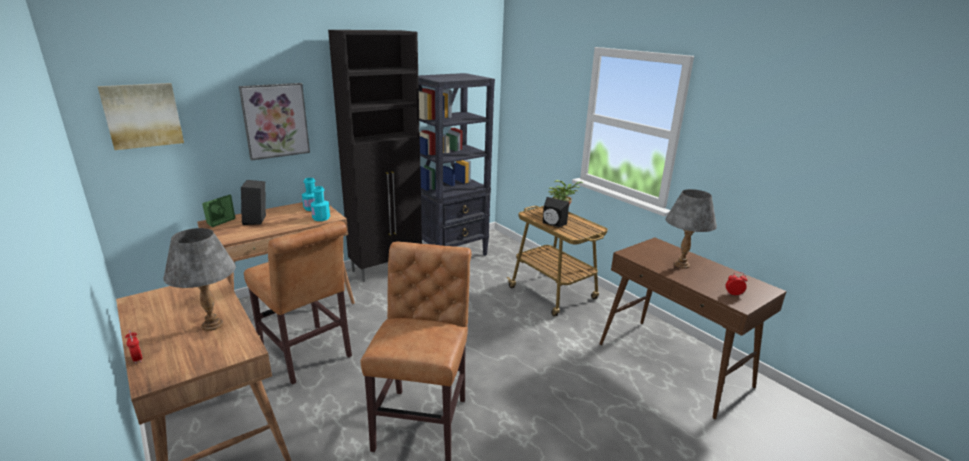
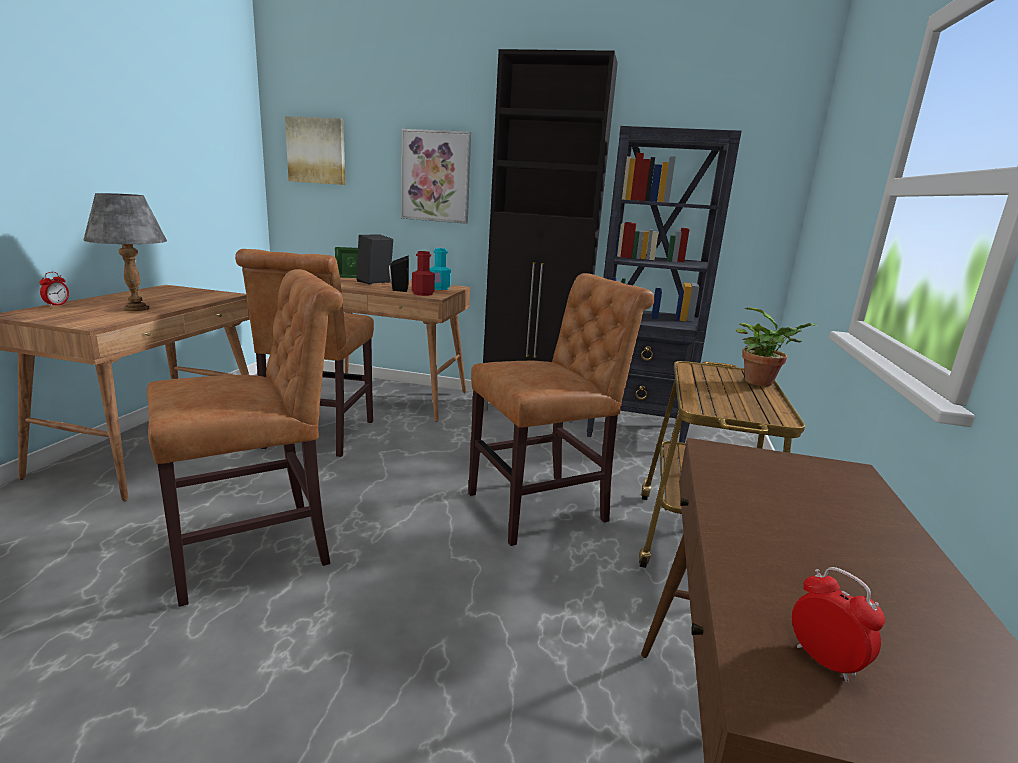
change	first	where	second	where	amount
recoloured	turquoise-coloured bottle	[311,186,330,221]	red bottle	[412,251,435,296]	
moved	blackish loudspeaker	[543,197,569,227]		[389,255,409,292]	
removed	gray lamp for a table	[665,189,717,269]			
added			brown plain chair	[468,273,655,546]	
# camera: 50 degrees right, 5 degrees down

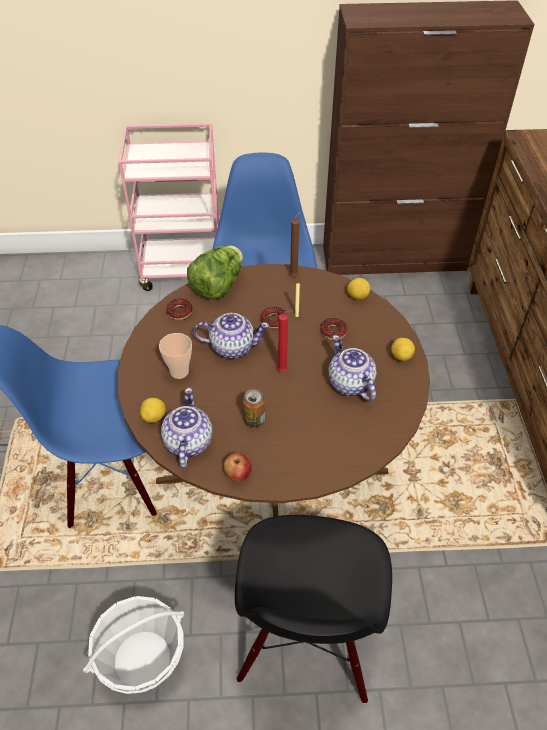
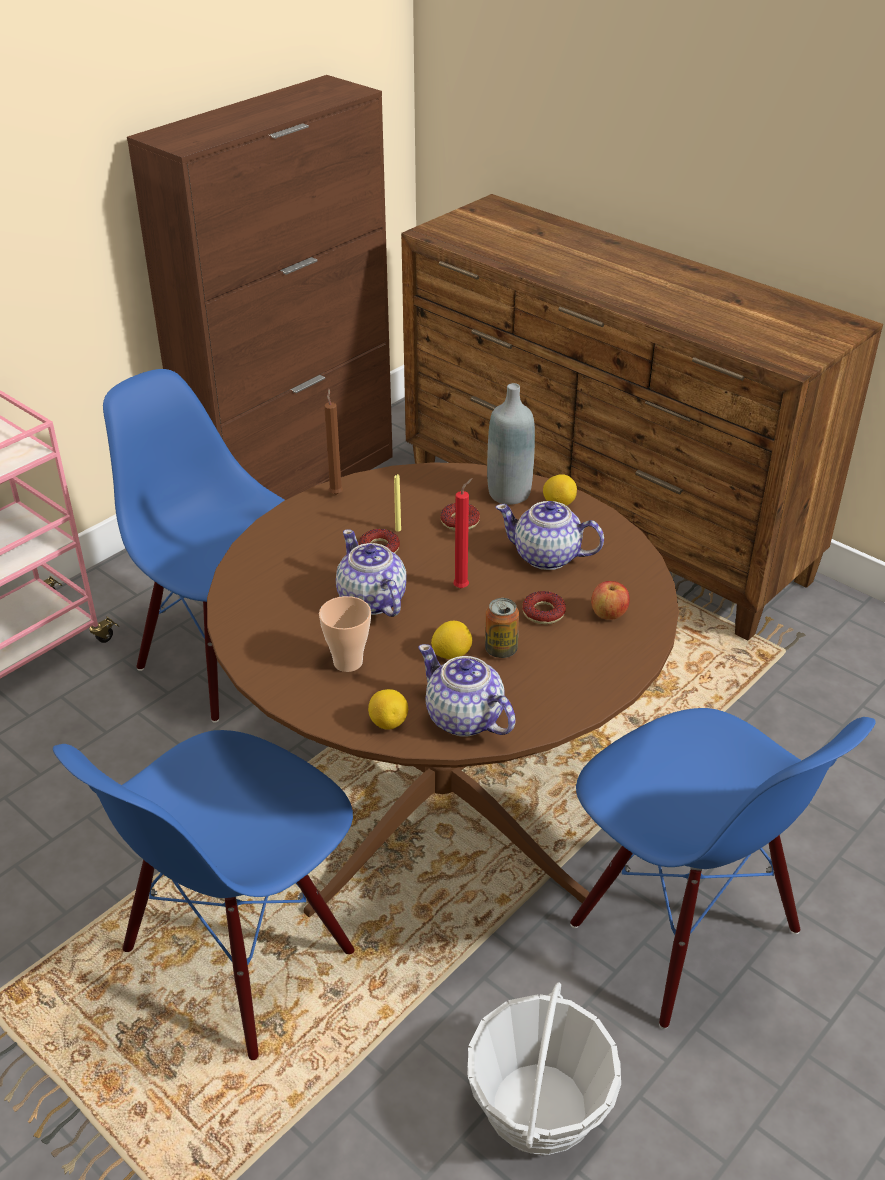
change	first	where	second	where	amount
moved	doughnut	[166,299,193,320]		[522,591,566,624]	
removed	lettuce	[187,246,243,299]			
turned	teapot	[194,313,269,358]		[336,529,407,617]	75 degrees counterclockwise
moved	whole apple	[224,453,252,482]		[591,581,630,620]	
recoloured	blackish plain chair	[235,515,392,704]	blue plain chair	[570,708,876,1029]	
moved	whole lemon	[347,278,370,300]		[431,621,472,659]	
added			gray bottle	[487,383,535,505]	
# camera: 45 degrees left, 10 degrees down

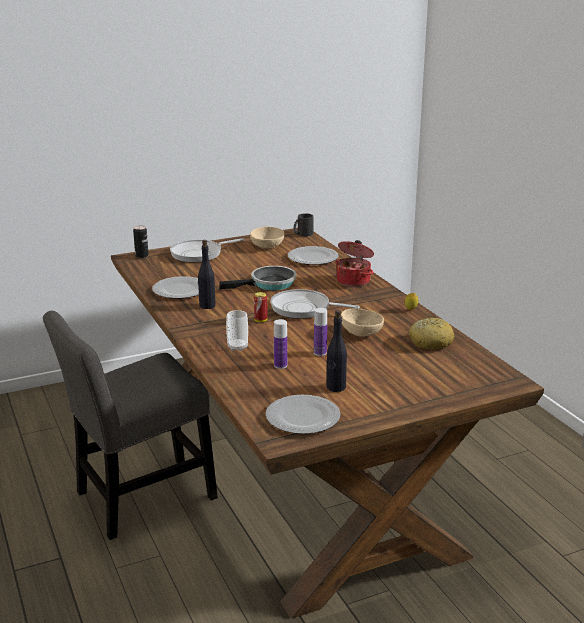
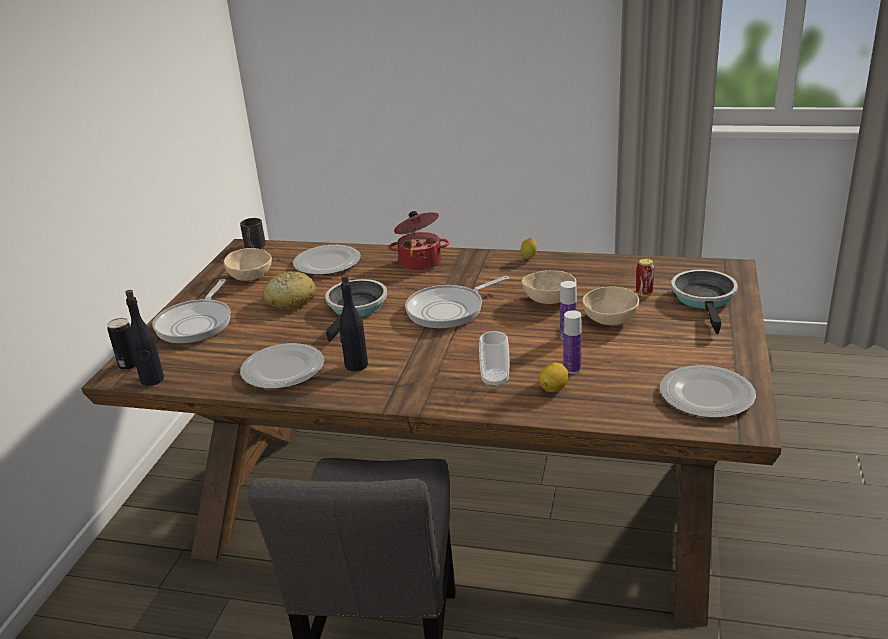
change	first	where	second	where	amount
moved	can	[254,292,268,322]		[636,258,654,297]	
moved	blackish bottle	[327,310,347,392]		[125,290,164,386]	
moved	bakery bread	[409,318,455,350]		[263,271,316,310]	
added			whole lemon	[539,362,569,392]	
added			beige-coloured bowl	[582,286,639,325]	
added			pan	[671,270,738,334]	
# camera: 50 degrees left, 5 degrees up

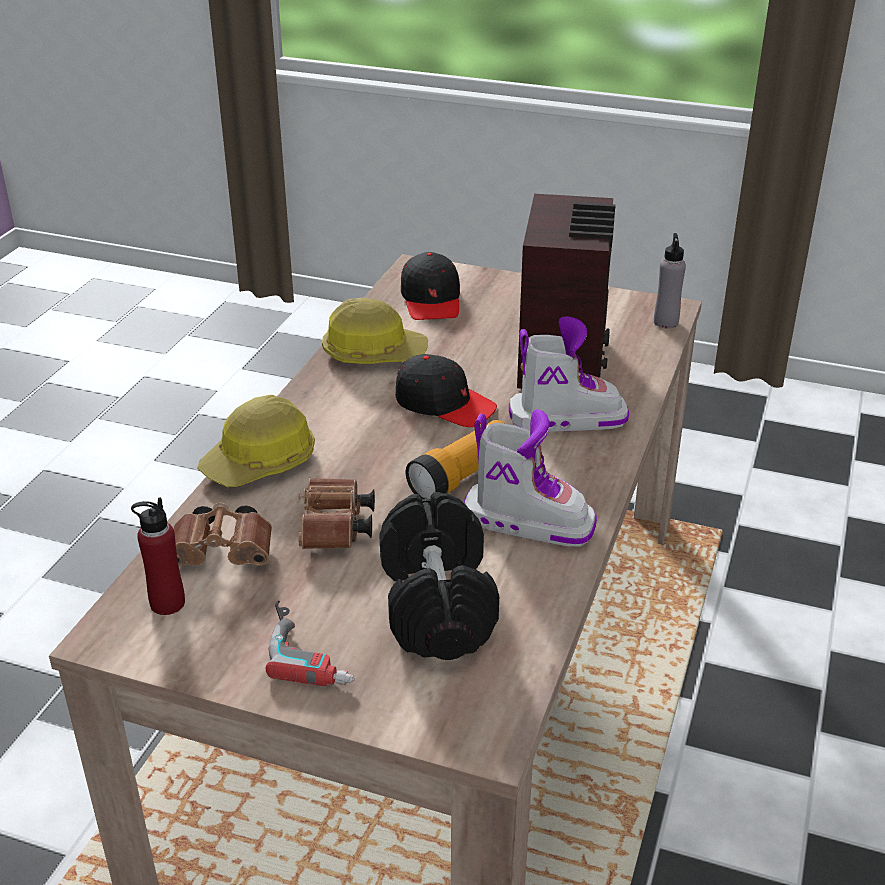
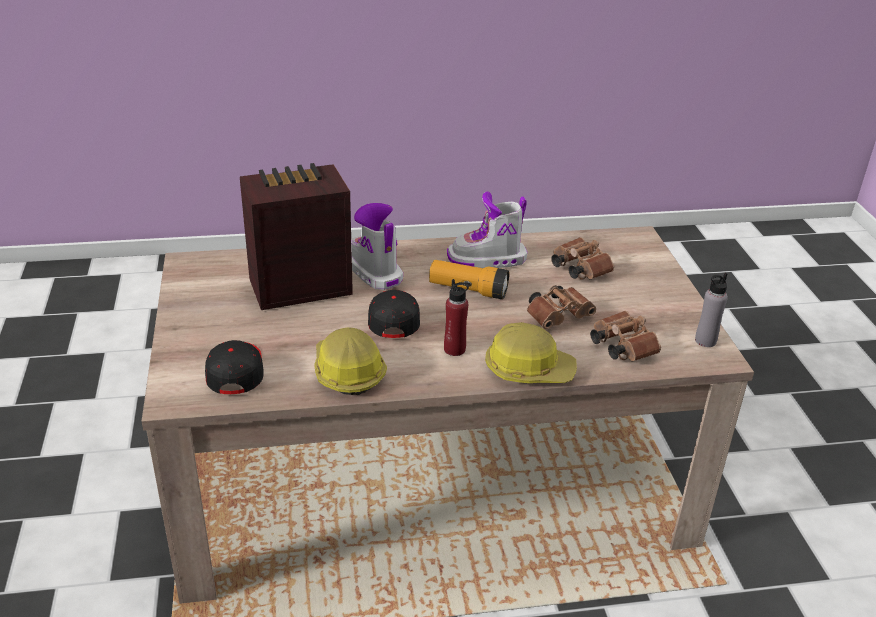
change	first	where	second	where	amount
moved	red bottle	[131,497,185,615]		[444,279,469,356]	
removed	drill	[266,600,355,686]			
replaced	blackish dumbbell	[379,492,499,660]	brown pair of binoculars	[551,237,614,280]	
turned	blackish peaked cap	[401,252,460,320]		[205,340,264,394]	60 degrees counterclockwise
turned	high-top boot	[464,409,597,547]		[447,192,527,268]	90 degrees counterclockwise
moved	gray bottle	[654,233,686,328]		[695,273,728,347]	
# camera: 120 degrees left, 0 degrees up

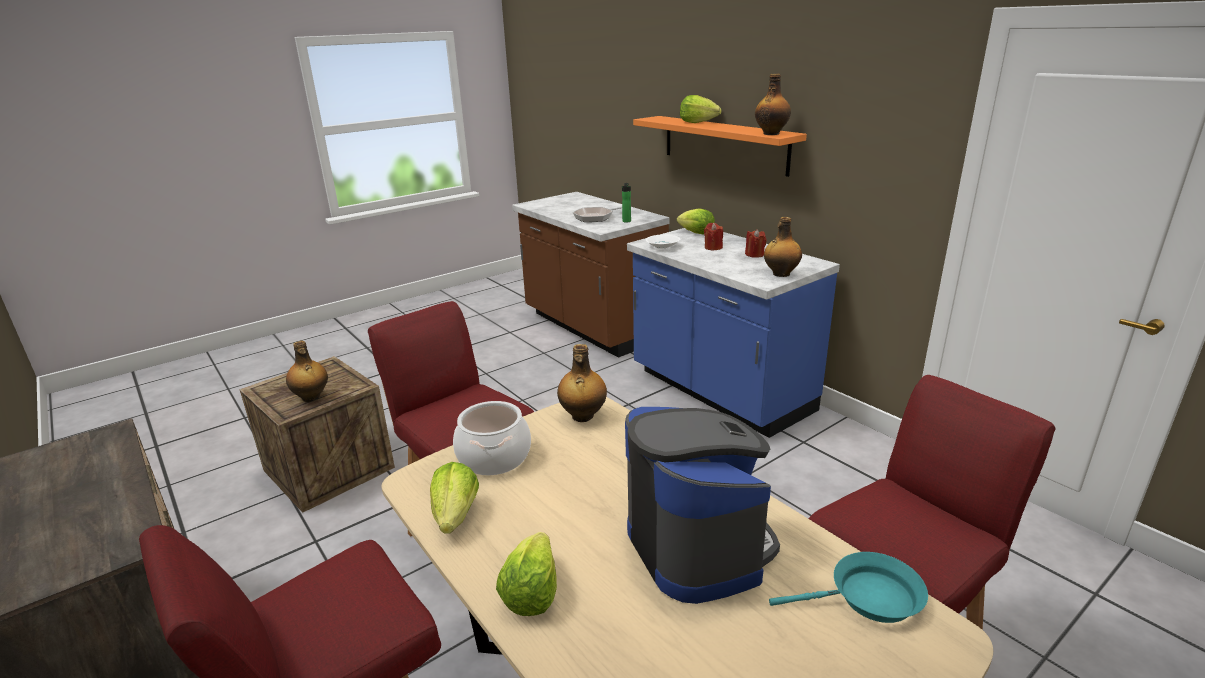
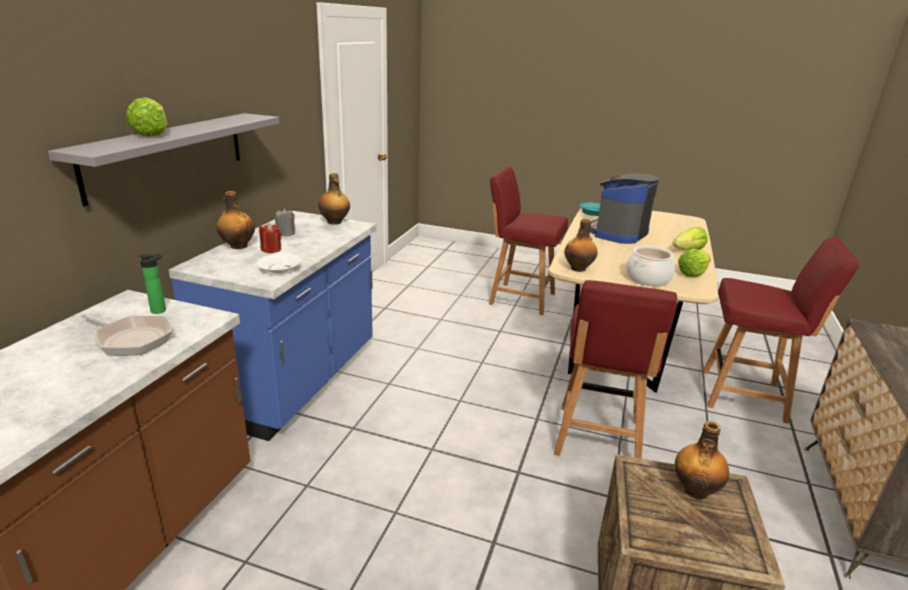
change	first	where	second	where	amount
recoloured	orange-coloured shelf	[633,116,807,177]	gray shelf	[48,113,279,206]	
removed	lettuce	[677,208,715,234]			
recoloured	red wax candle	[745,229,767,258]	gray wax candle	[275,209,295,236]	
moved	bottle	[755,74,791,135]		[217,191,255,249]	
# camera: 125 degrees left, 0 degrees up

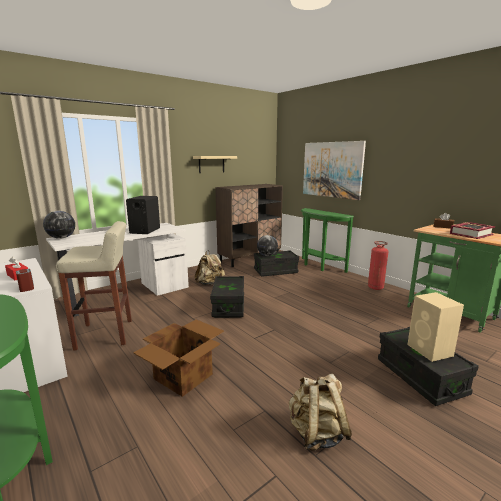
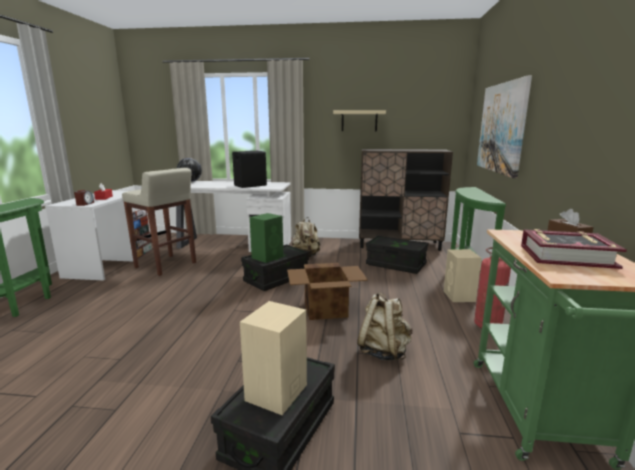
change	first	where	second	where	amount
moved	packing box	[133,320,224,397]		[287,263,368,320]	
removed	globe	[257,235,278,256]			
moved	beige-coloured knapsack	[289,374,352,451]		[357,292,412,361]	
added			greenish loudspeaker	[250,213,283,263]	
added			beige-coloured loudspeaker	[444,249,481,302]	
# camera: 45 degrees right, 0 degrees up

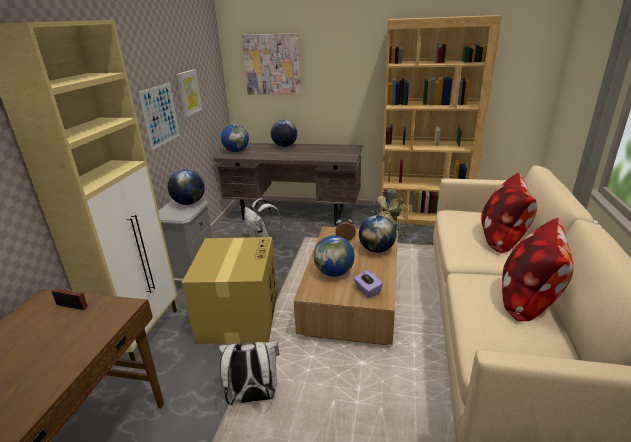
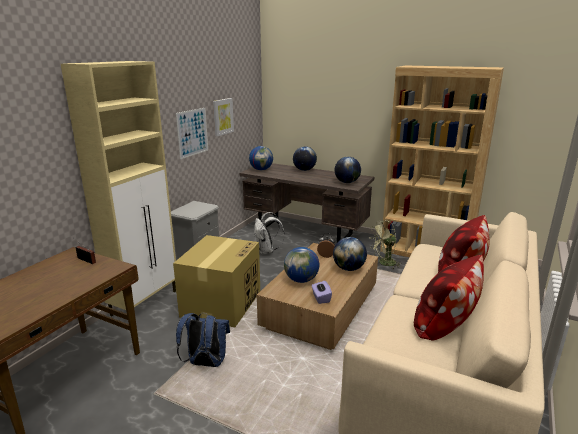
change	first	where	second	where	amount
moved	globe	[168,169,205,205]		[335,157,361,183]	
recoloured	white-coloured knapsack	[219,340,279,405]	blue knapsack	[176,313,230,367]	
removed	picture	[242,33,301,94]			
# camera: 15 degrees right, 5 degrees down

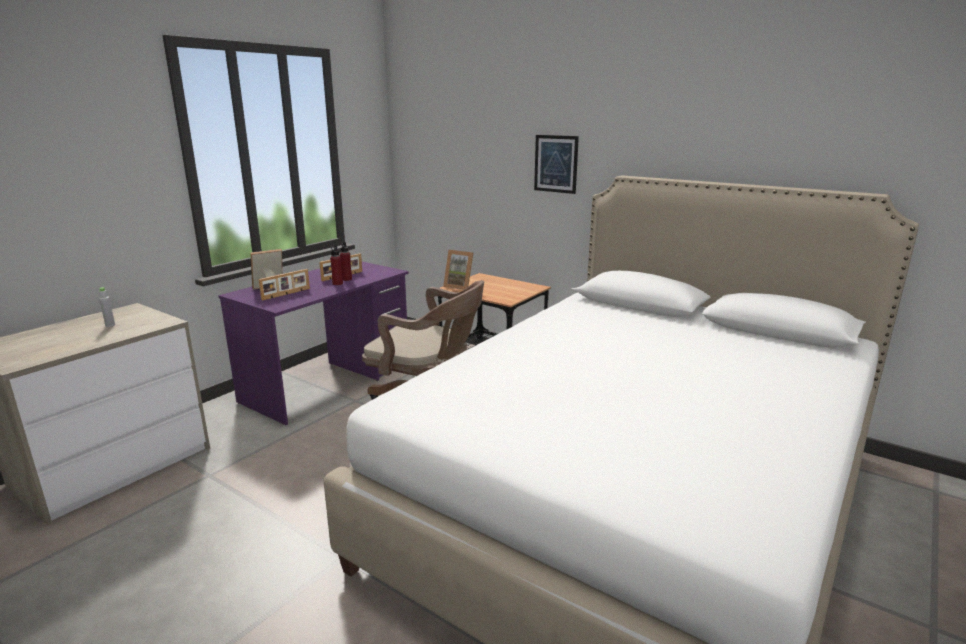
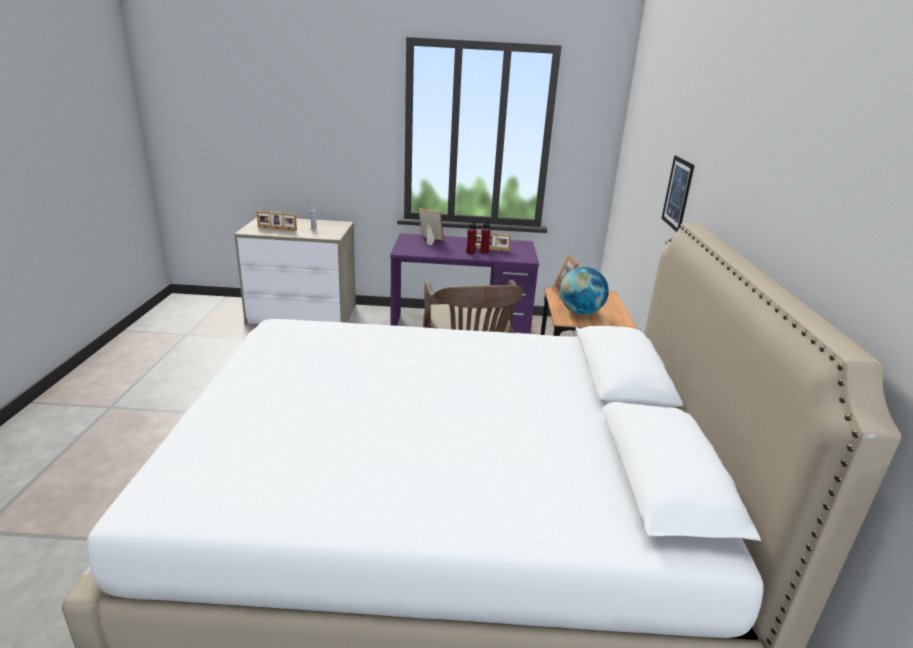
change	first	where	second	where	amount
moved	picture frame	[259,269,310,300]		[256,211,297,231]	
added			globe	[560,267,609,315]	
# camera: 55 degrees right, 5 degrees up

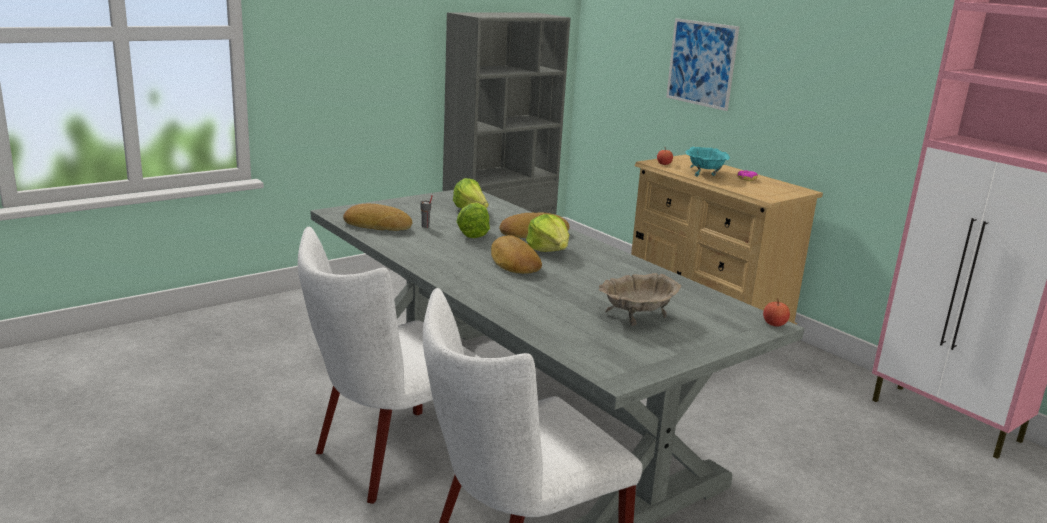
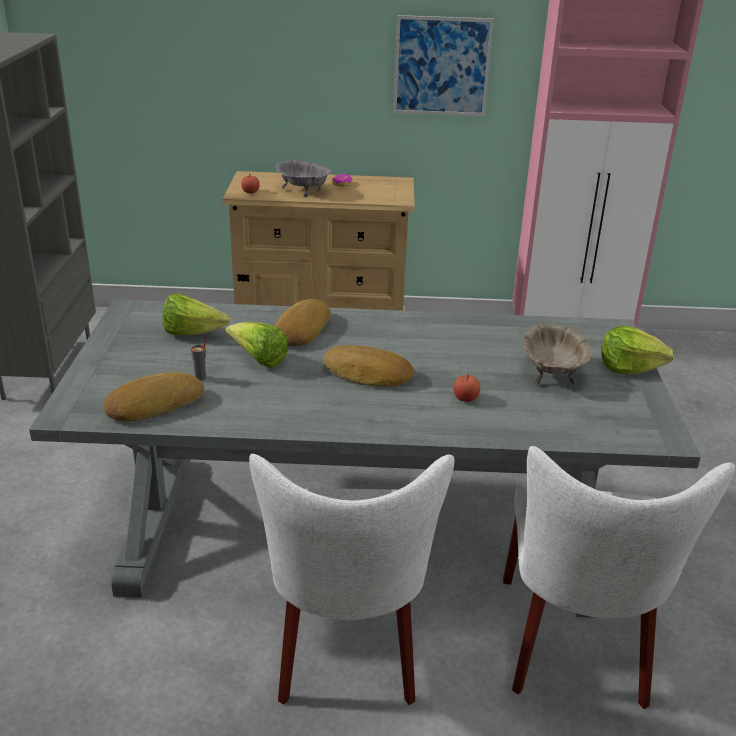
change	first	where	second	where	amount
moved	lettuce	[526,214,569,252]		[601,326,674,374]	
moved	picture	[666,18,739,111]		[393,15,494,116]	
recoloured	turquoise-coloured bowl	[686,147,730,177]	gray bowl	[275,159,333,197]	
moved	whole apple	[763,299,790,326]		[454,374,480,402]	
# camera: 50 degrees left, 10 degrees up

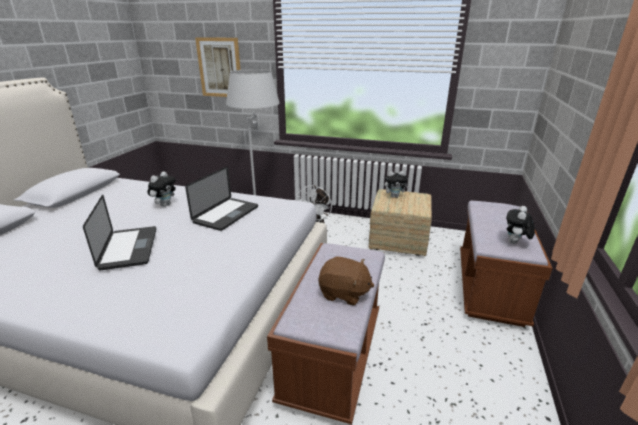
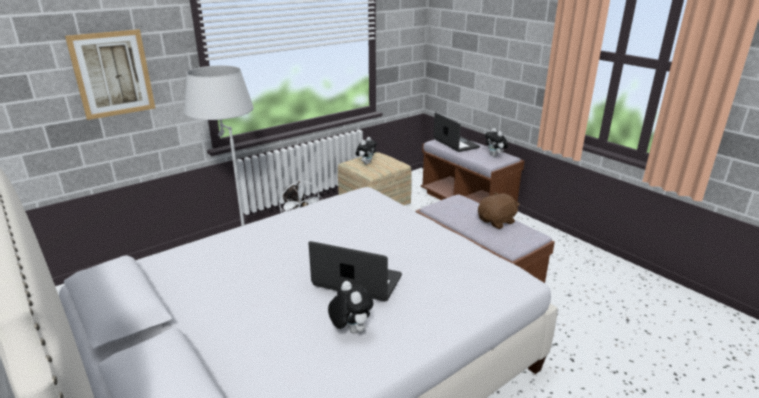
change	first	where	second	where	amount
moved	plush toy	[147,171,176,207]		[328,281,373,334]	
moved	laptop	[185,167,258,231]		[433,112,480,152]	
# camera: 55 degrees left, 0 degrees up

